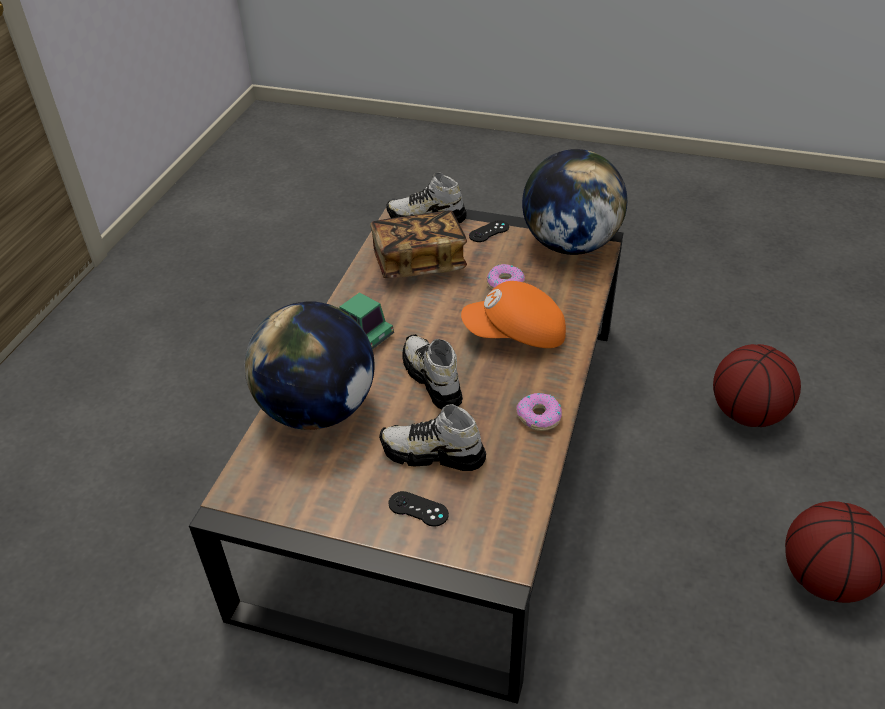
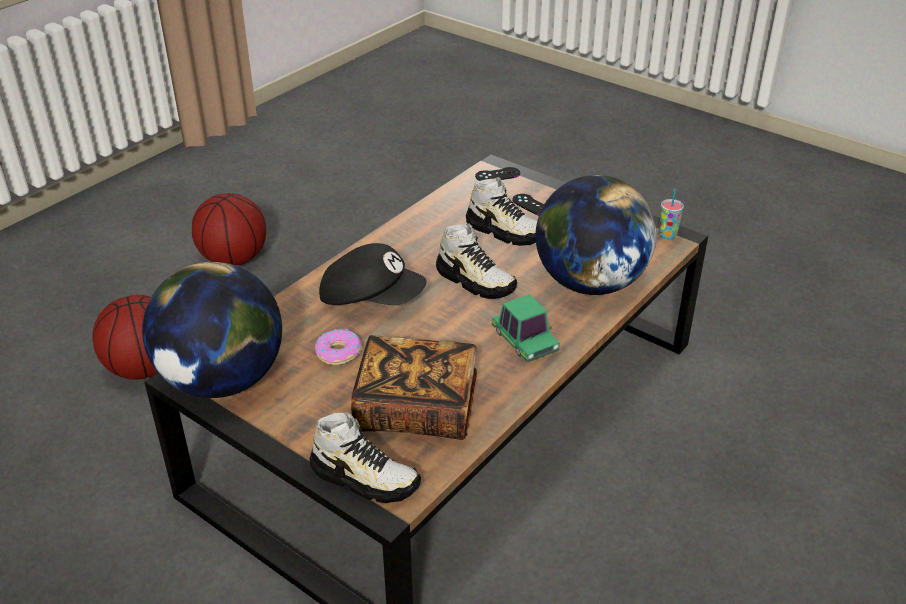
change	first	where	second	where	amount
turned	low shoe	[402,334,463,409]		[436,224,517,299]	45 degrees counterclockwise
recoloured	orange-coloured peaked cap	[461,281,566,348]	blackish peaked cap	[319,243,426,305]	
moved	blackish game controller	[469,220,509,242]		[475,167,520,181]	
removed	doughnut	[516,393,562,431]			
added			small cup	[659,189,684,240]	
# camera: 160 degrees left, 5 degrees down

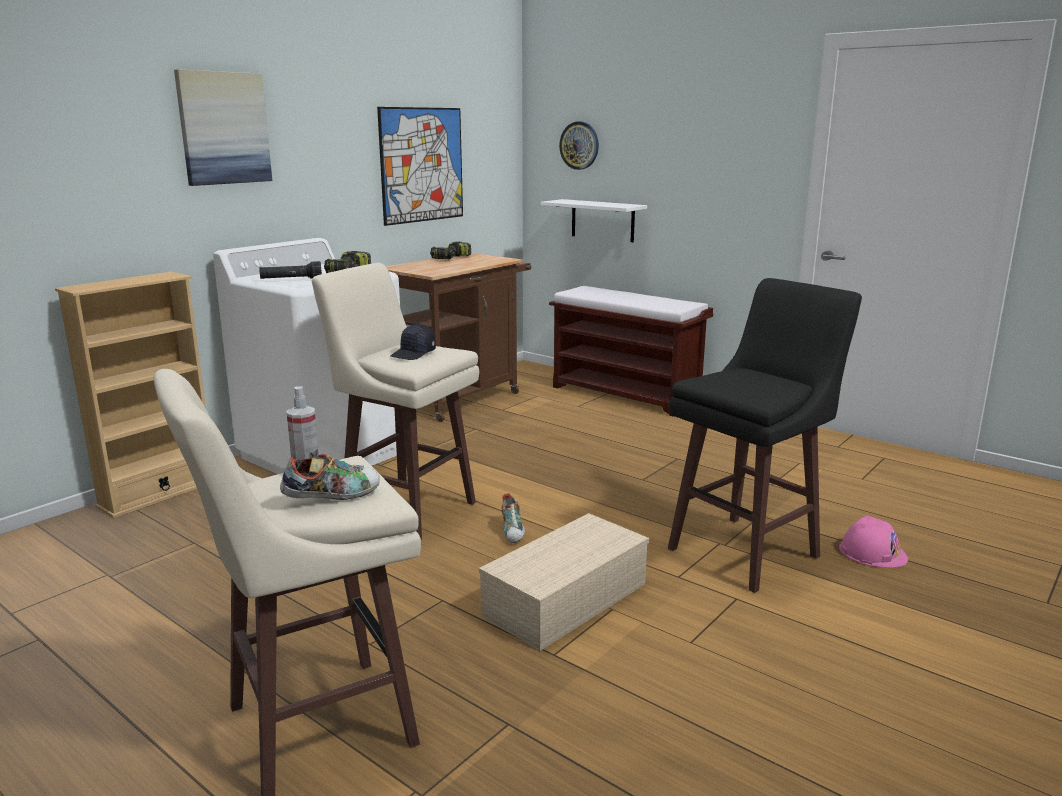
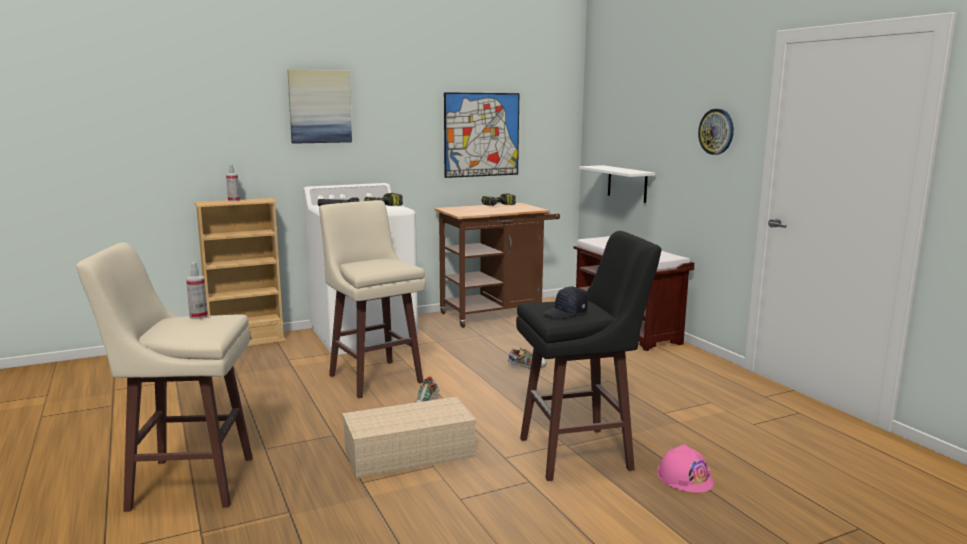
change	first	where	second	where	amount
moved	low shoe	[280,453,380,500]		[508,348,547,369]	
moved	blackish peaked cap	[391,324,436,360]		[543,286,588,319]	
moved	hanging clock	[559,122,599,170]		[698,109,734,155]	
added			hand sprayer	[226,164,240,202]	
# camera: 25 degrees right, 5 degrees down

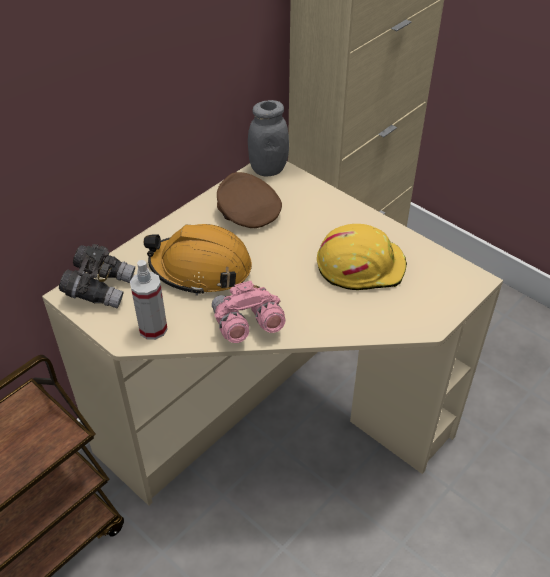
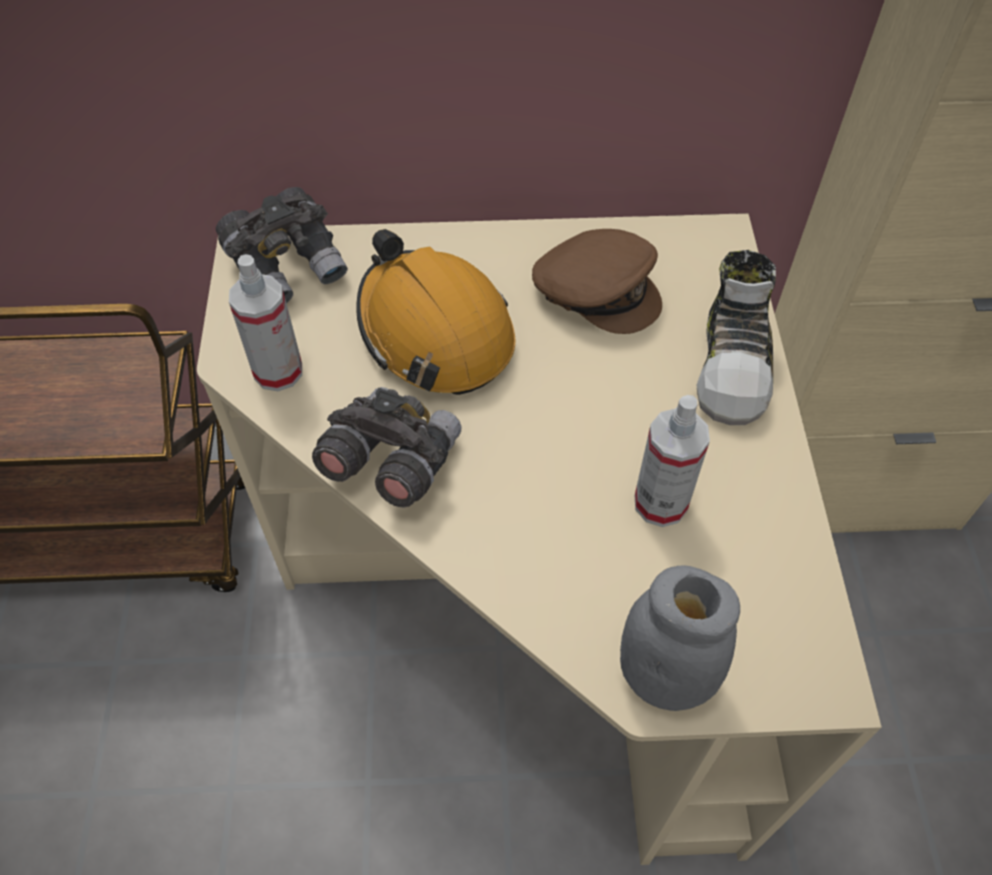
change	first	where	second	where	amount
recoloured	pink-coloured pair of binoculars	[212,281,286,343]	gray pair of binoculars	[312,387,462,507]	
turned	brown peaked cap	[217,172,282,228]		[532,229,662,334]	120 degrees clockwise
moved	gray jar	[248,100,289,177]		[620,566,740,711]	
replaced	yellowish safety helmet	[317,224,407,290]	hand sprayer	[635,395,710,527]	
added			low shoe	[697,250,776,425]	
# camera: 45 degrees right, 10 degrees up

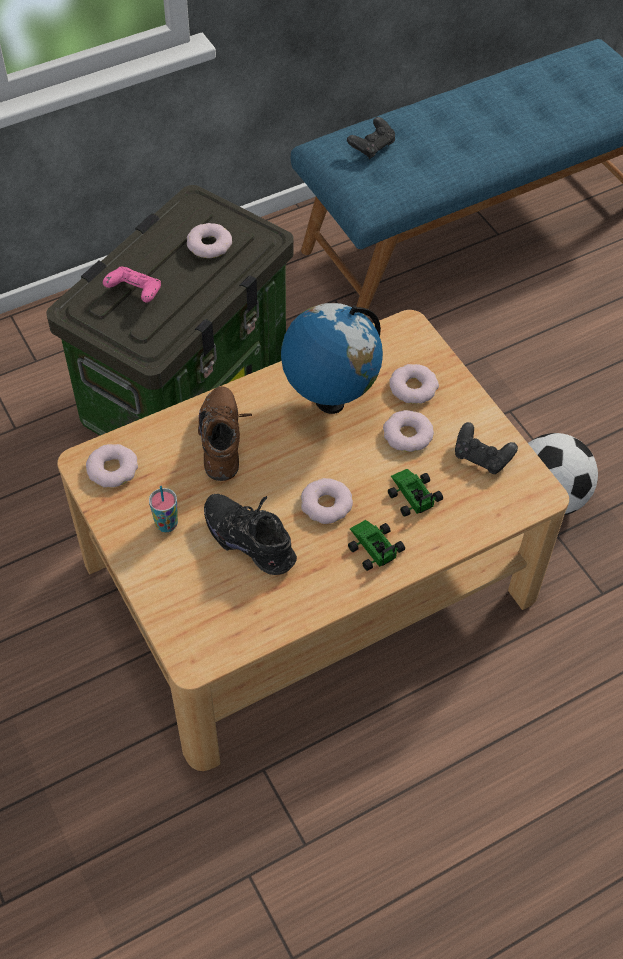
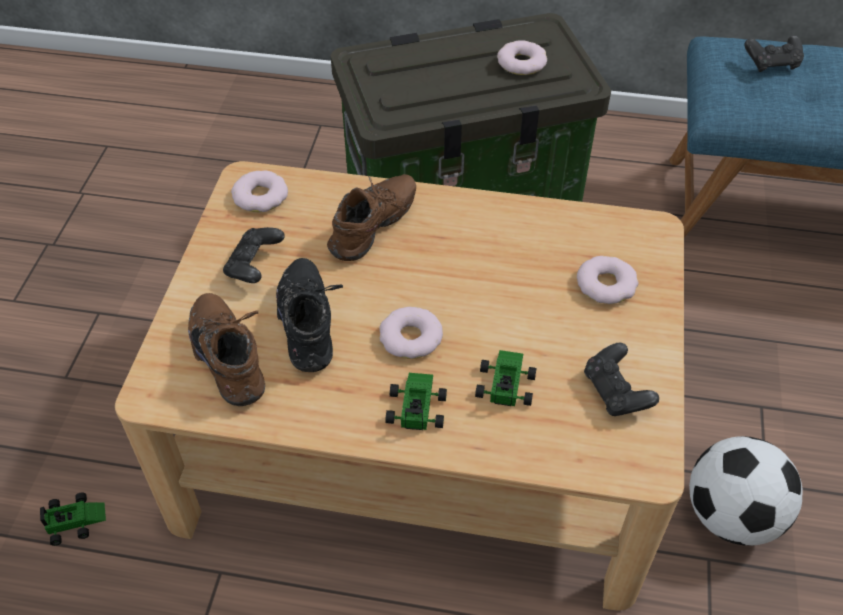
change	first	where	second	where	amount
removed	pink-coloured game controller	[103,266,161,303]			
replaced	small cup	[149,486,178,532]	blackish game controller	[223,227,285,283]	
removed	globe	[281,303,383,414]			
removed	doughnut	[383,410,434,452]			
added			model car	[40,493,106,546]	
added			brown low shoe	[188,293,265,406]	
# camera: 40 degrees right, 5 degrees down

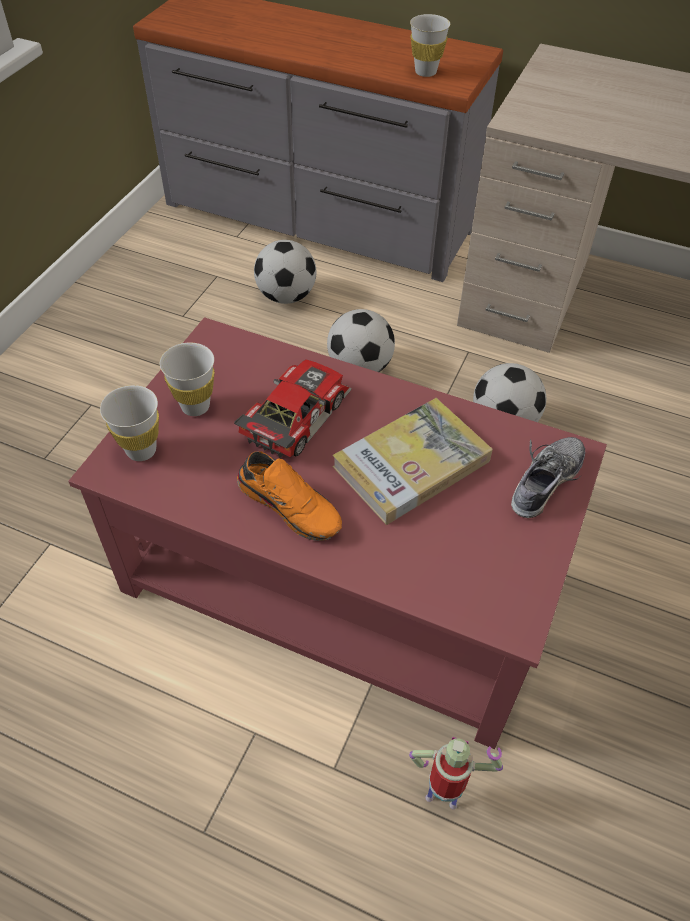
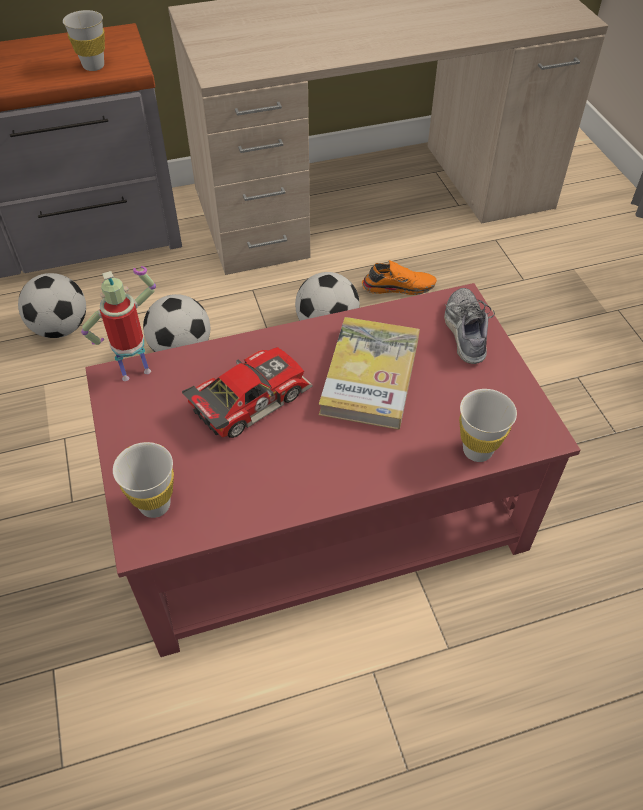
change	first	where	second	where	amount
moved	white-coloured small cup	[160,343,215,416]		[459,389,517,462]	
turned	model car	[234,359,352,458]		[182,347,313,438]	60 degrees clockwise
moved	orange-coloured low shoe	[237,451,342,541]		[362,260,437,295]	
moved	toy robot	[409,737,503,809]		[81,266,156,381]	
# camera: 40 degrees left, 0 degrees up

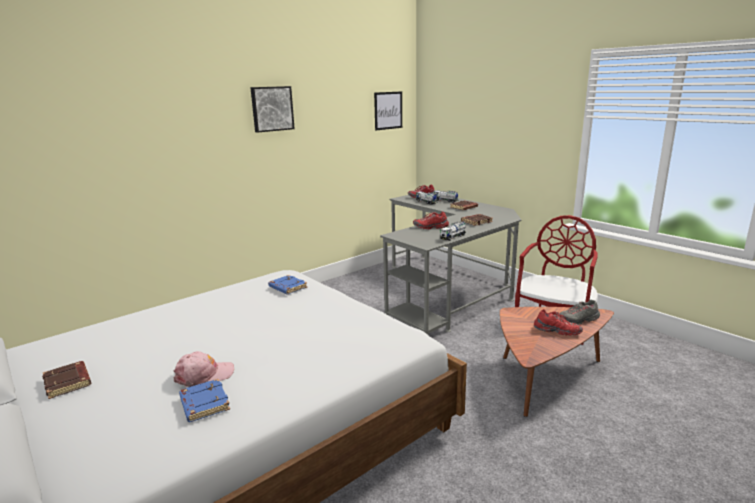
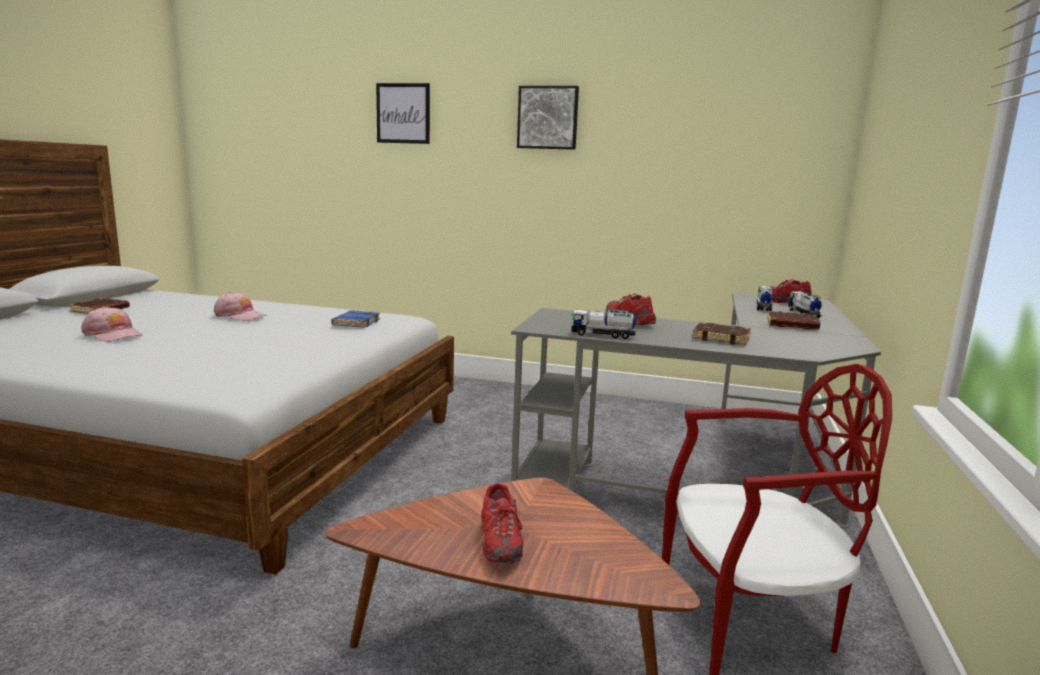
change	first	where	second	where	amount
removed	blue bound book	[179,379,230,422]			
moved	picture	[374,91,402,130]		[376,83,430,144]	
removed	gray low shoe	[559,300,600,325]			
added			pink-coloured peaked cap	[214,292,267,321]	
# camera: 55 degrees right, 5 degrees down

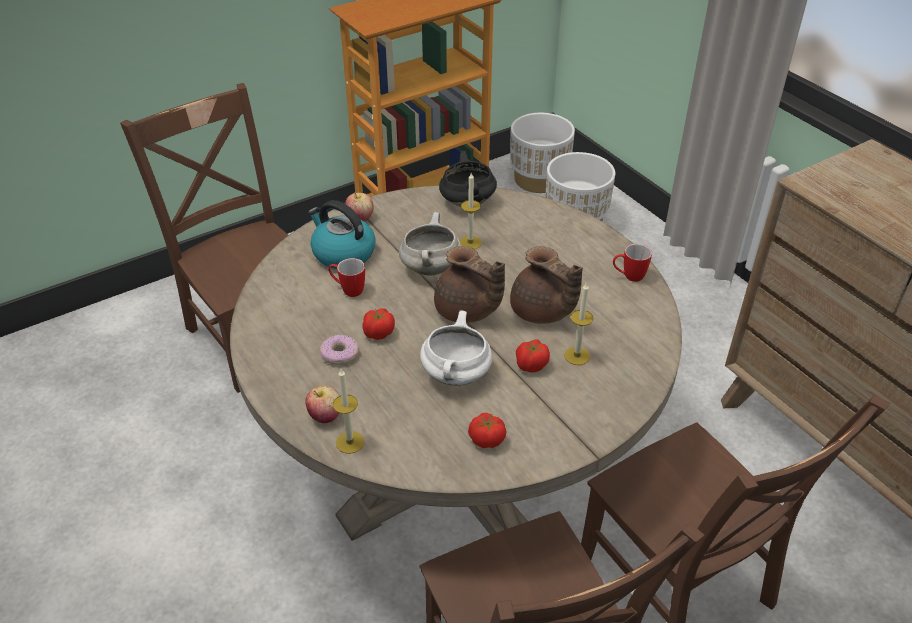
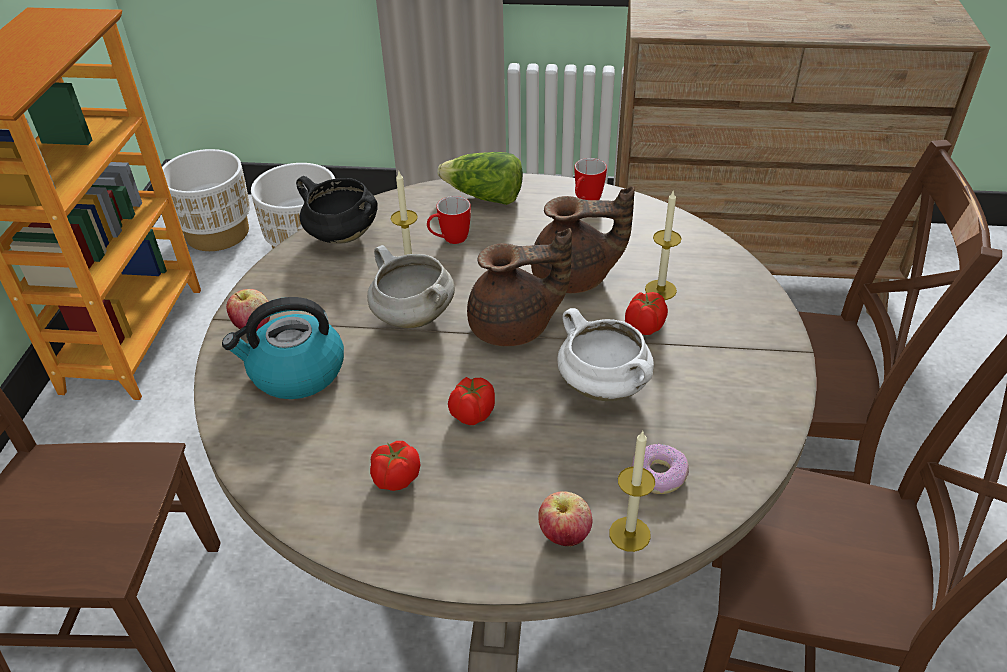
change	first	where	second	where	amount
moved	doughnut	[320,335,359,365]		[631,443,689,494]	
moved	tea mug	[328,258,365,297]		[427,196,471,244]	
moved	fresh tomato	[468,413,506,448]		[370,441,420,491]	
added			lettuce	[437,152,523,205]	
# camera: 50 degrees left, 0 degrees up

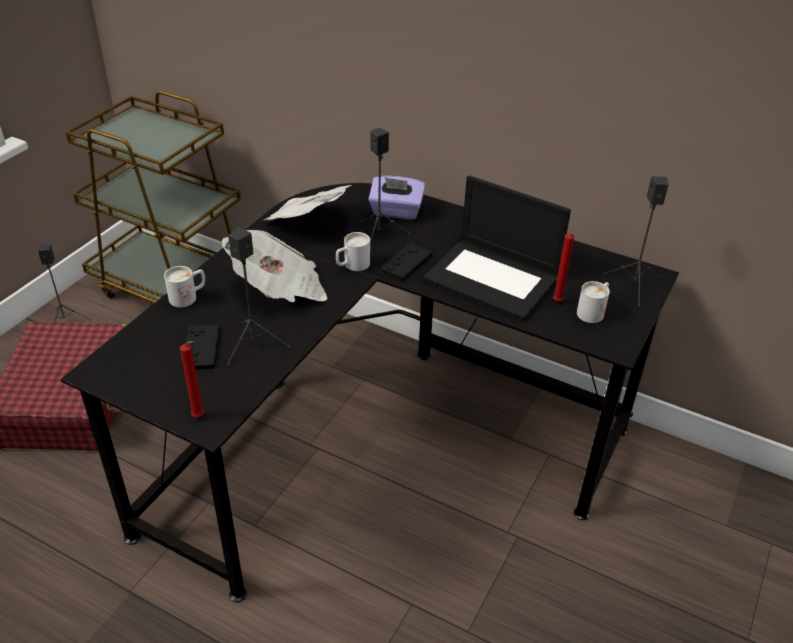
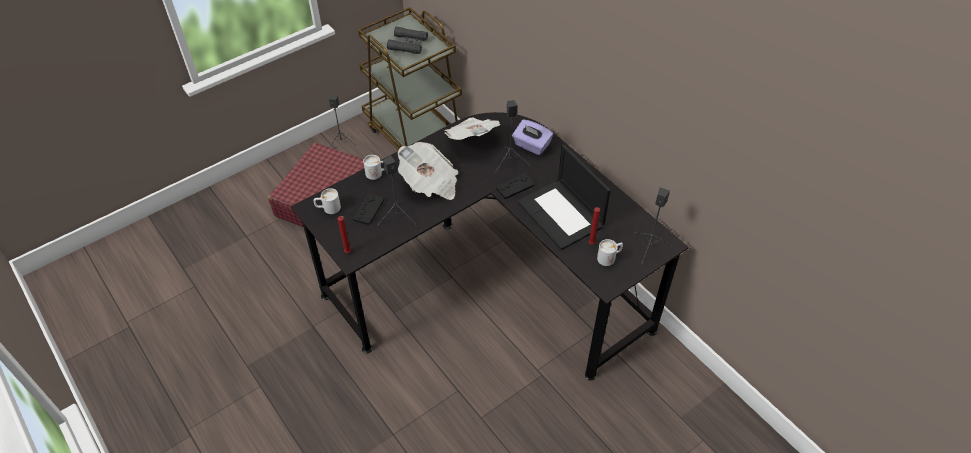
change	first	where	second	where	amount
moved	white-coloured tea mug	[336,232,370,271]		[314,188,341,214]	
added			blackish pair of binoculars	[387,26,428,54]	
# camera: 25 degrees right, 10 degrees up

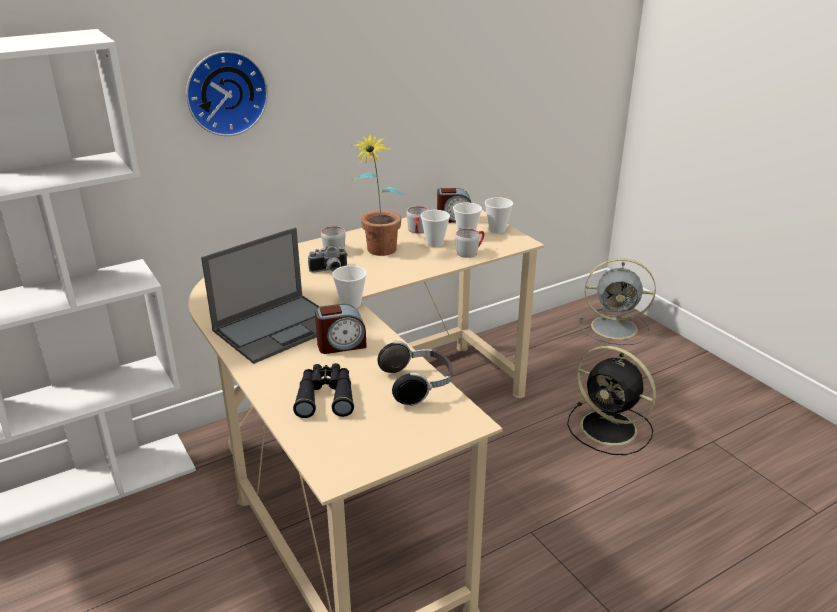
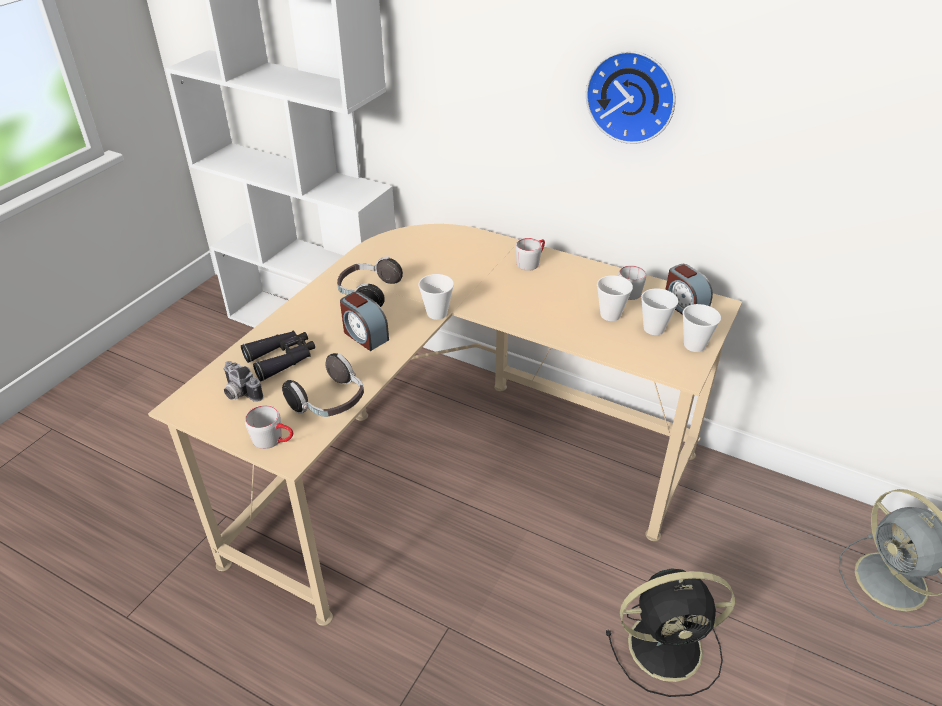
change	first	where	second	where	amount
moved	hanging clock	[186,51,268,136]		[586,51,675,144]	
replaced	laptop	[201,228,320,364]	headphones	[337,257,403,307]	
moved	still camera	[308,245,348,273]		[224,361,263,402]	
removed	houseplant	[351,133,405,256]			
moved	gray tea mug	[455,229,484,258]		[245,405,293,449]	
turned	blackish cooling fan	[567,346,656,455]		[606,568,735,697]	105 degrees counterclockwise
# camera: 60 degrees right, 10 degrees up

